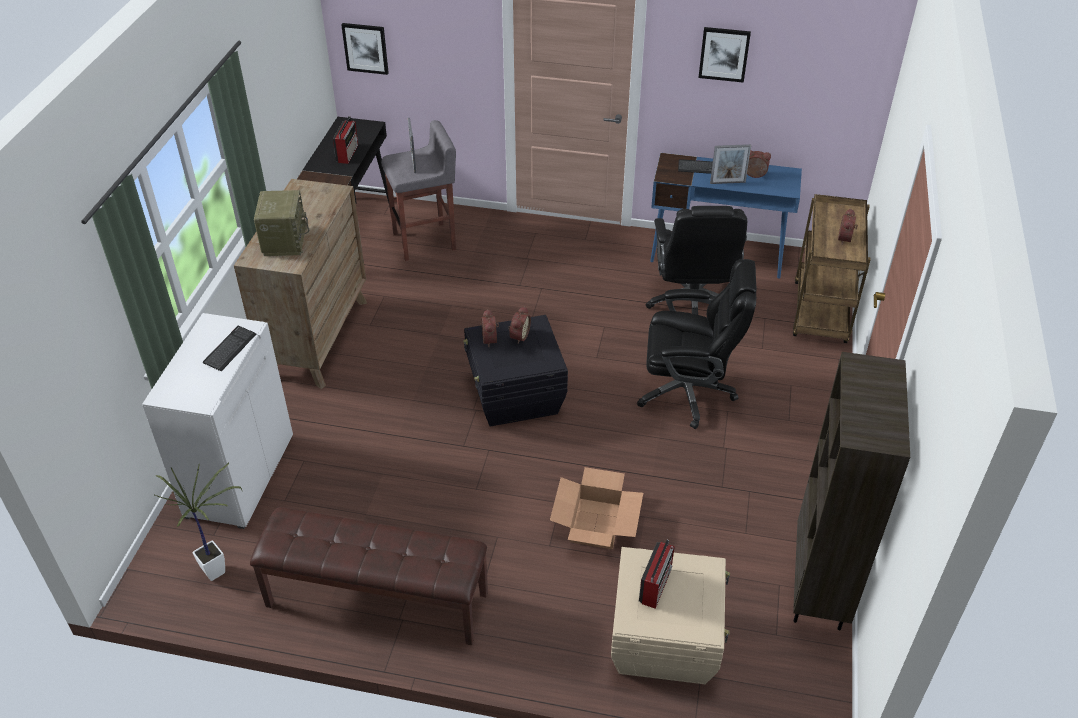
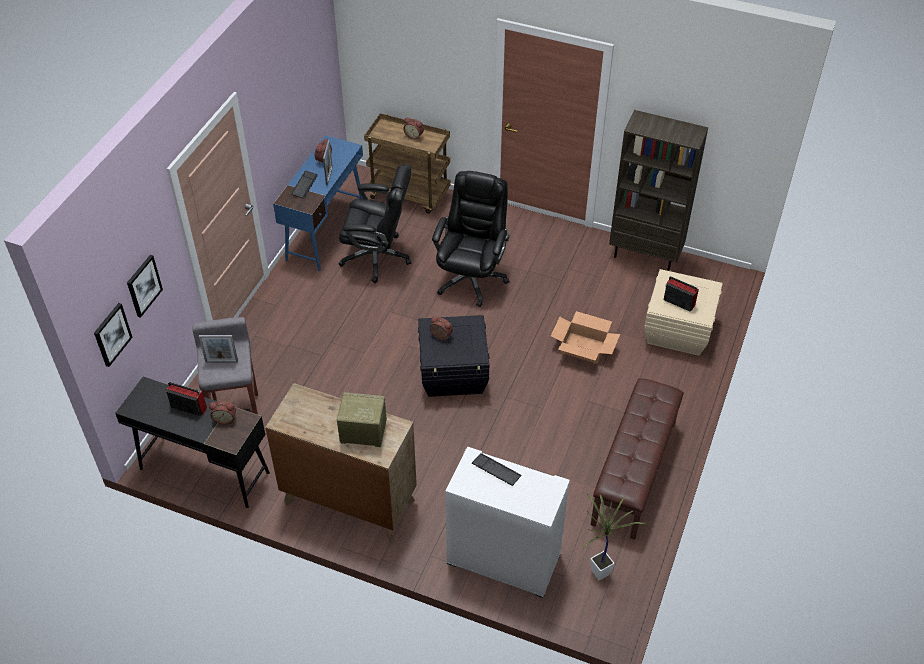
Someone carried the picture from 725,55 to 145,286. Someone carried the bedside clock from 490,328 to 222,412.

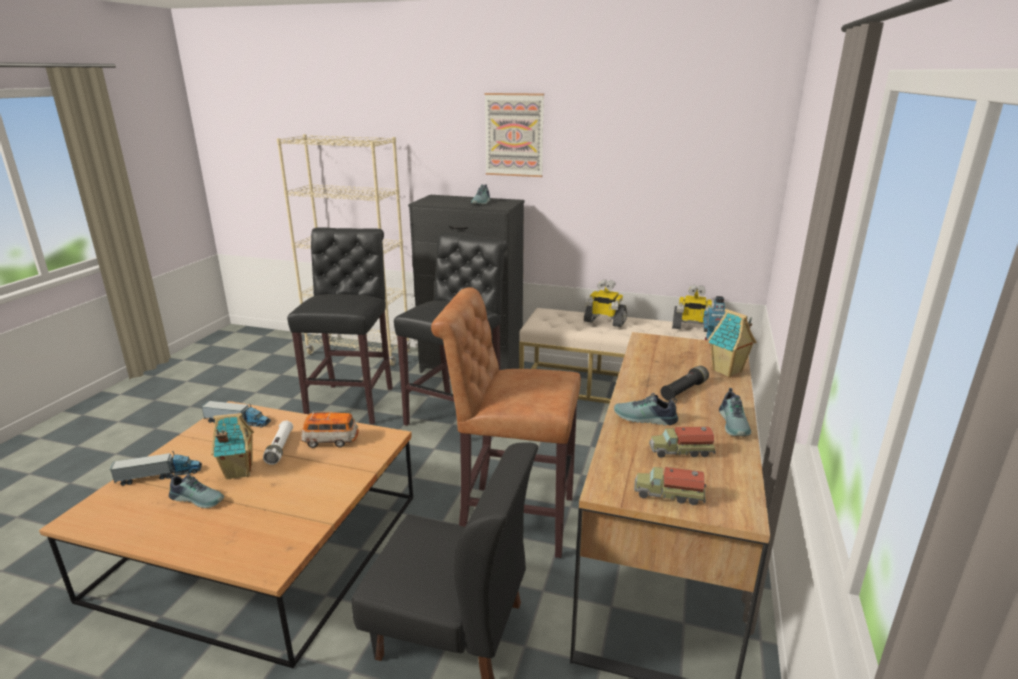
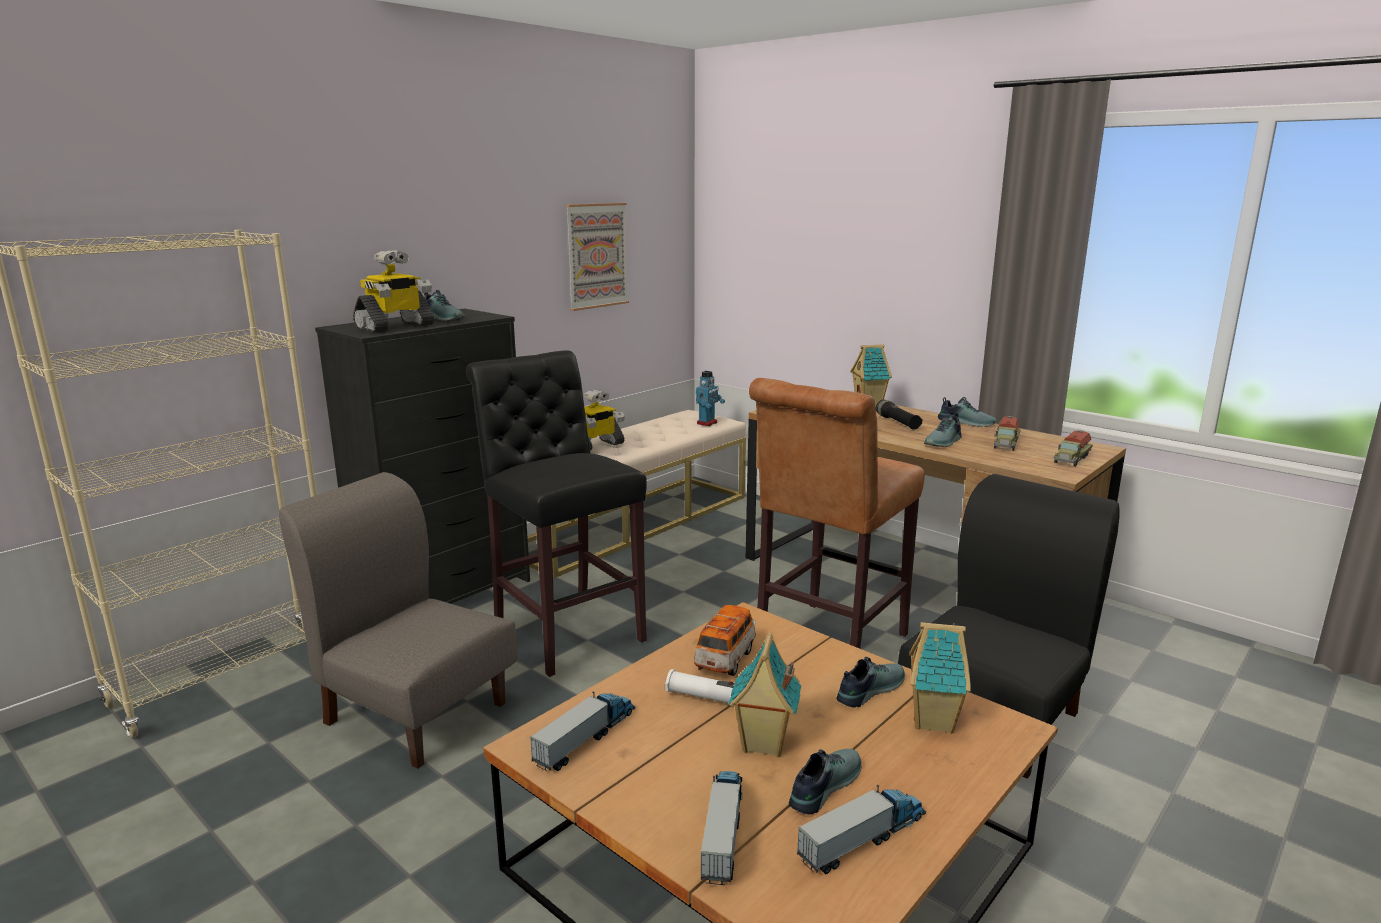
Someone swapped the sitting stool/blackish at 340,326 for the upright chair/gray at 398,620. Someone carried the robot figure from 692,308 to 394,291. Someone carried the picture from 514,135 to 597,257. Someone put down the toy lorry at 861,829. Someone put down the item of footwear at 870,682. Someone put down the toy house at 940,677.

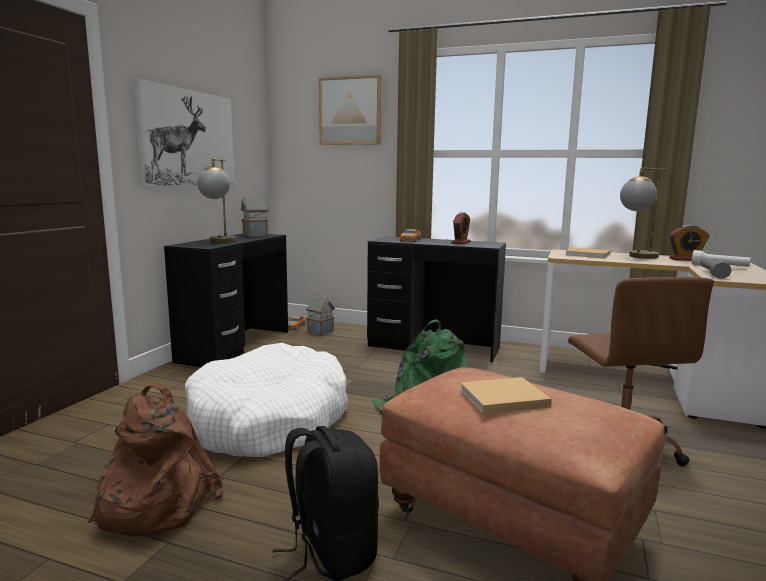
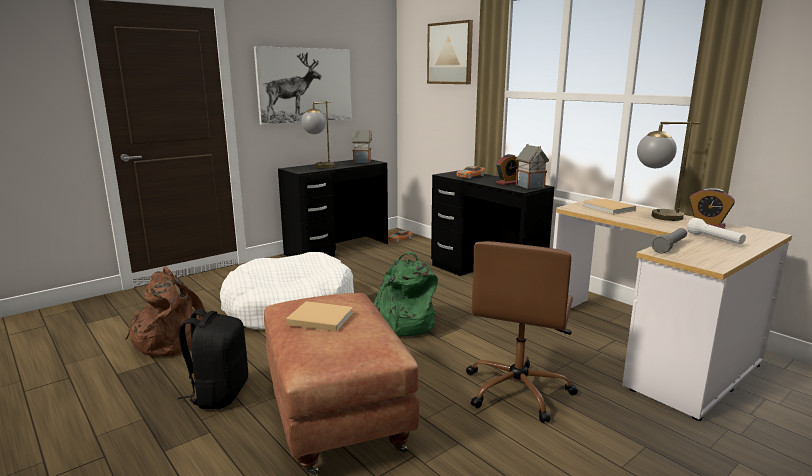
Someone carried the toy house from 320,315 to 532,166.

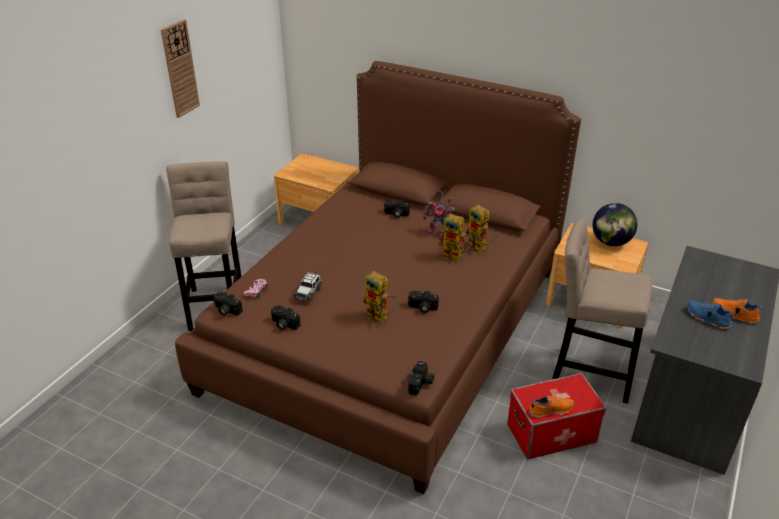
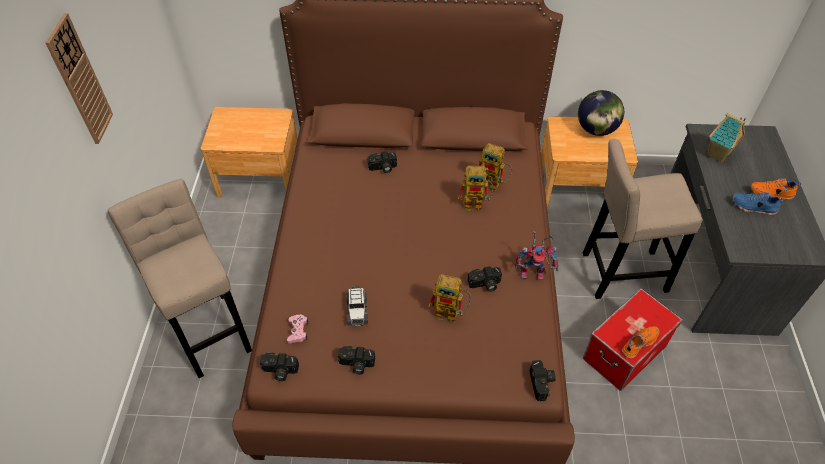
Someone carried the robot figure from 438,213 to 537,255. Someone put down the toy house at 726,138.

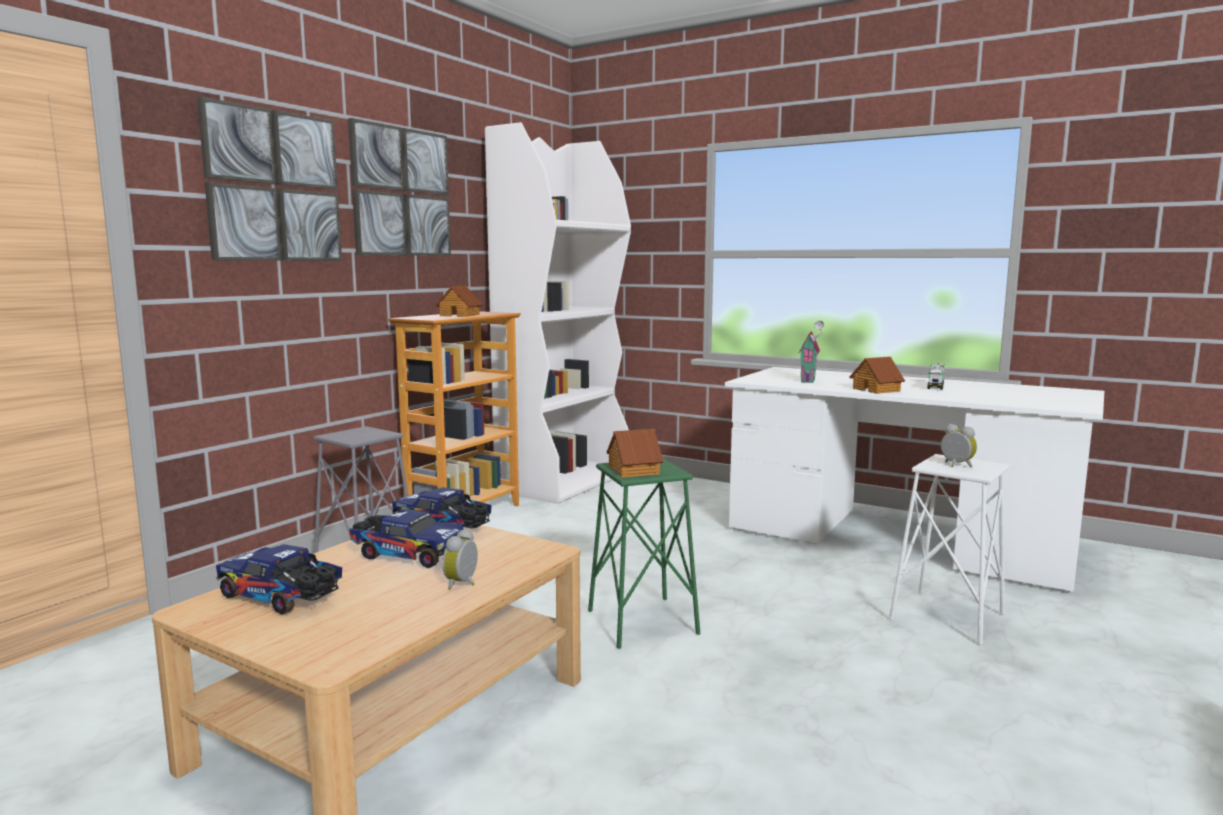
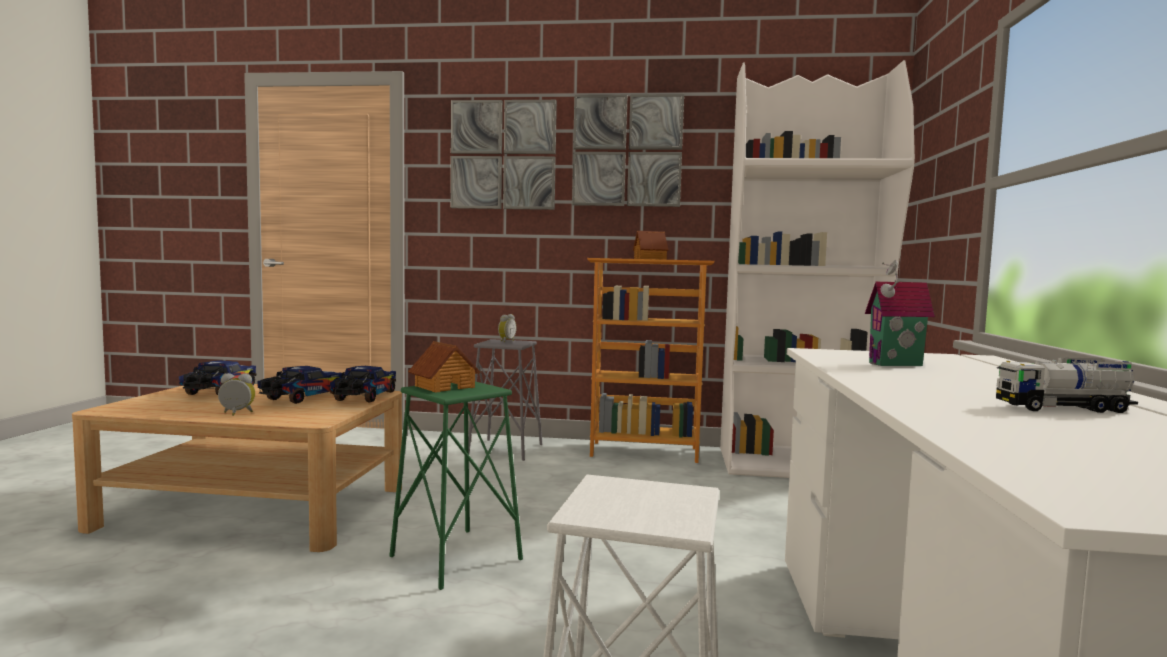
Someone rotated the toy lorry at 406,538 by 150 degrees counterclockwise. Someone carried the bedside clock from 959,445 to 507,328. Someone took away the toy house at 877,375.

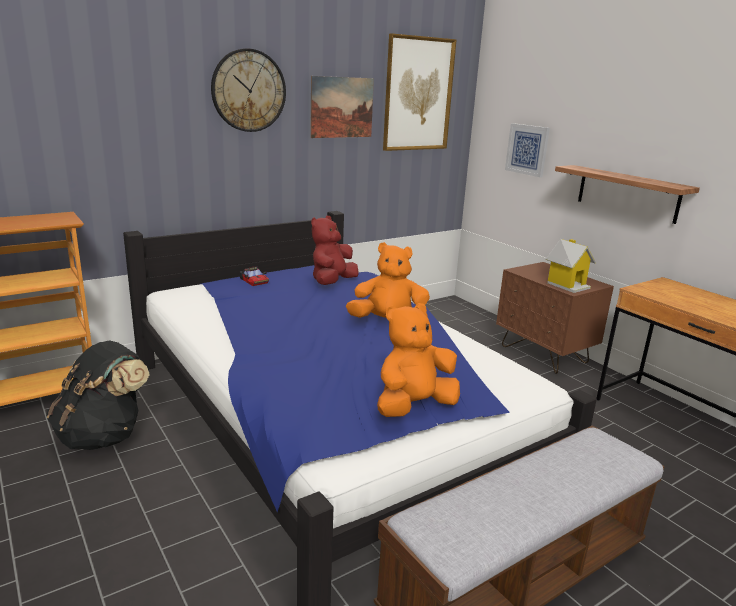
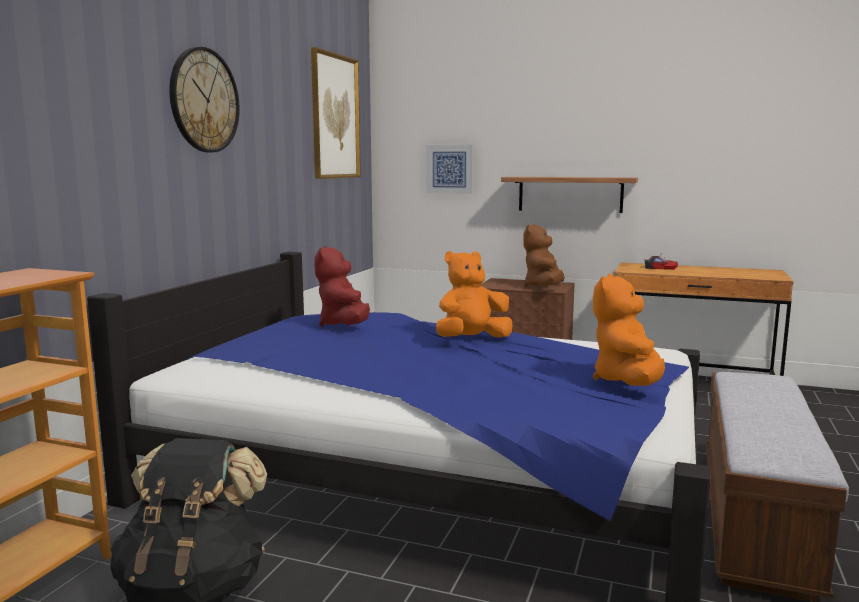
Someone swapped the toy house at 571,266 for the soft toy/brown at 544,255. Someone carried the model car from 254,276 to 661,263. Someone took away the picture at 342,107.

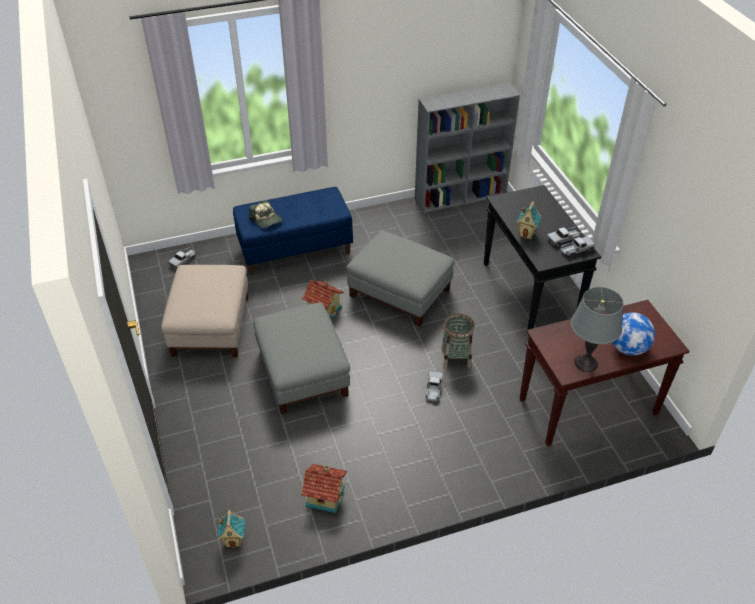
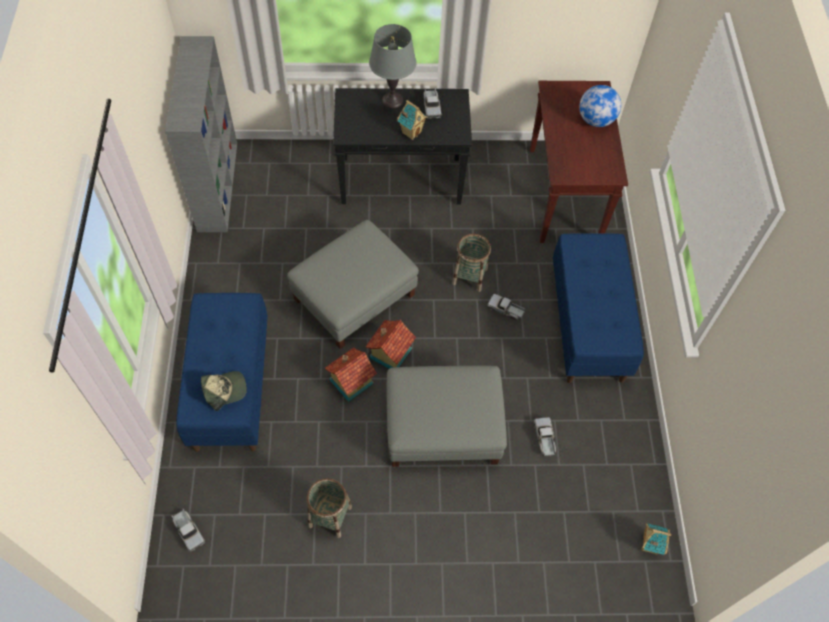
Someone swapped the pouffe/beige-coloured at 204,311 for the basket at 329,508. Someone carried the toy house from 324,488 to 391,344. Someone carried the tabletop lamp/gray from 597,329 to 392,66. Someone carried the toy lorry from 577,247 to 545,436. Someone put down the indoor bench/blue-coloured at 598,308.

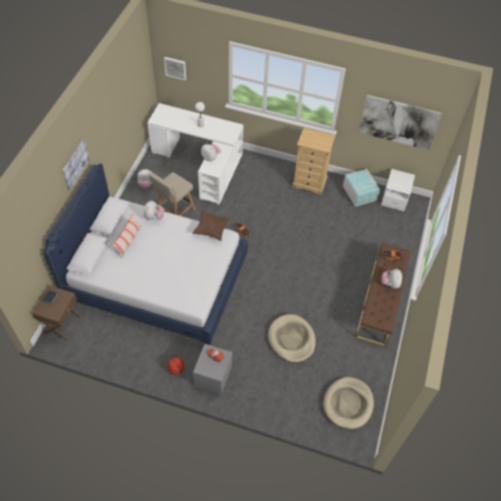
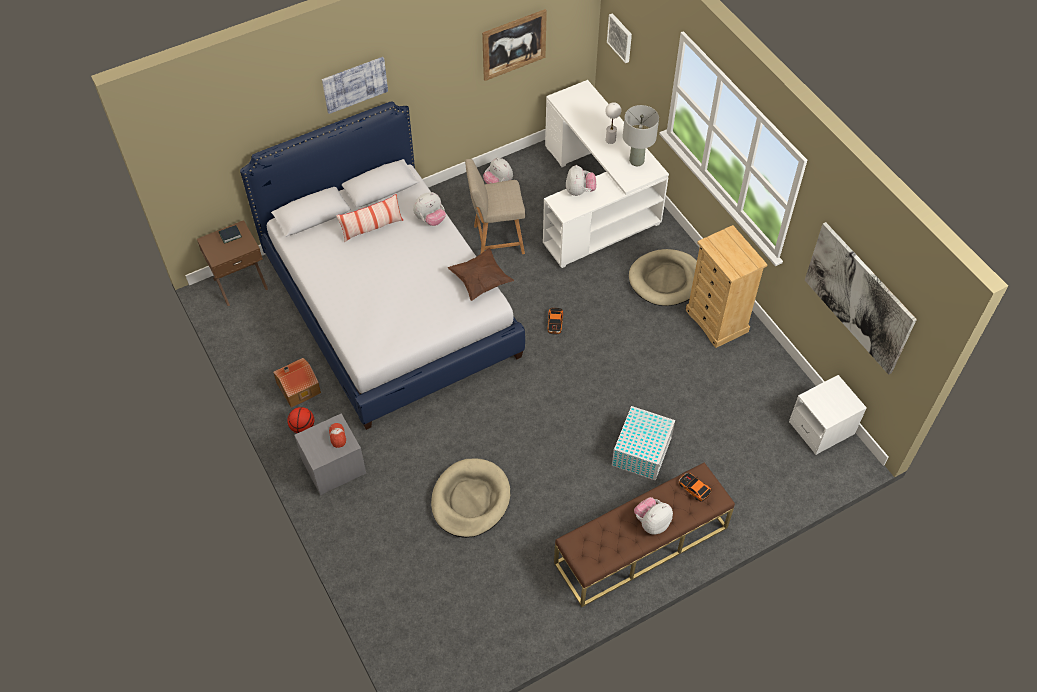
Someone put down the toy house at 297,382. Someone put up the picture at 514,45. Someone carried the storage container/whitish from 361,188 to 643,443. Someone put down the tabletop lamp/gray at 641,135. Someone carried the dog cushion/beige-coloured from 348,403 to 663,277.

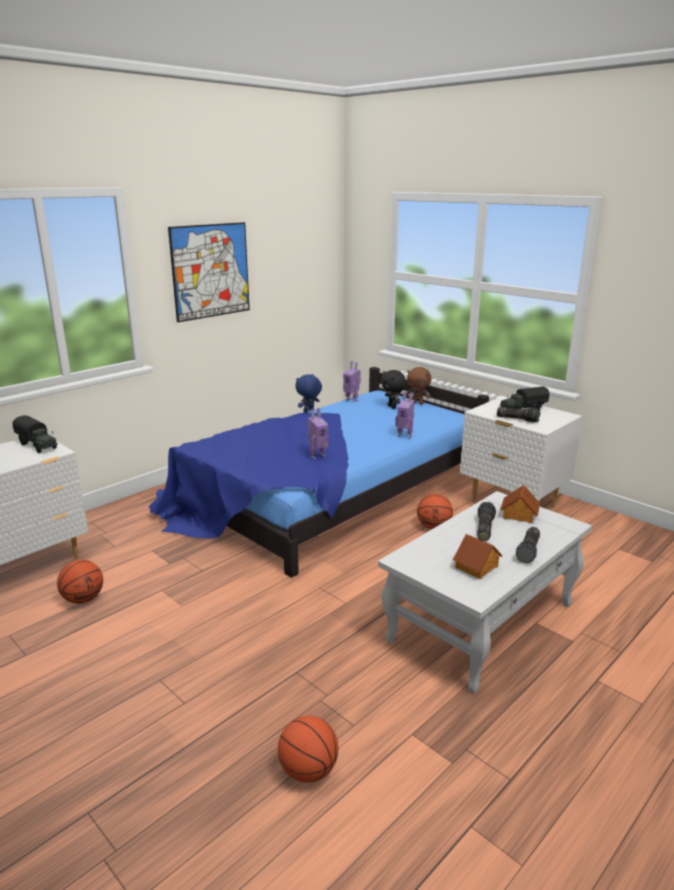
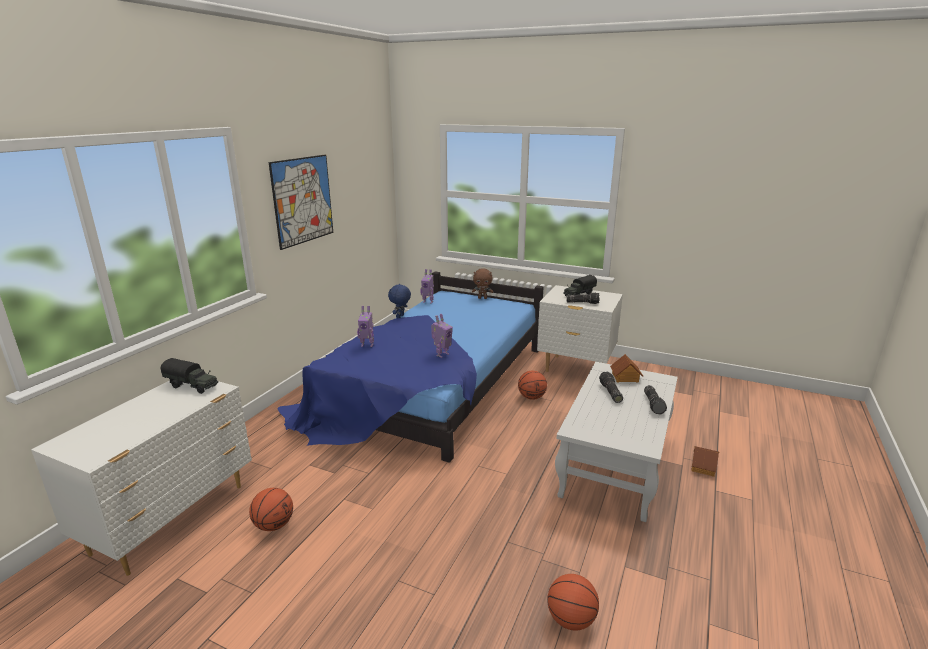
Someone carried the robot figure from 404,415 to 365,326. Someone carried the toy house from 478,556 to 705,461. Someone took away the soft toy/blackish at 393,389.

